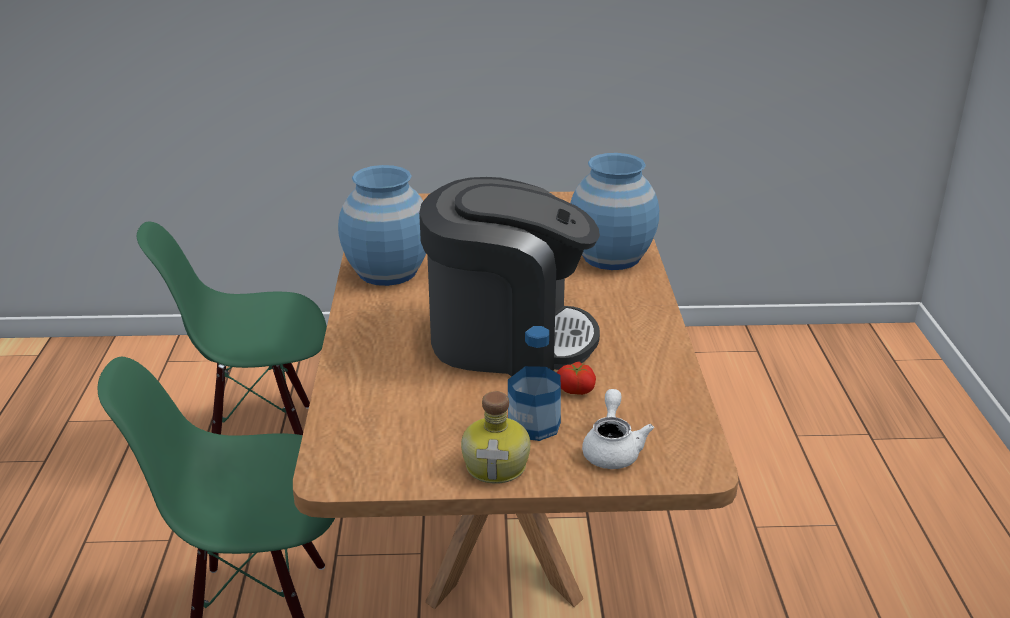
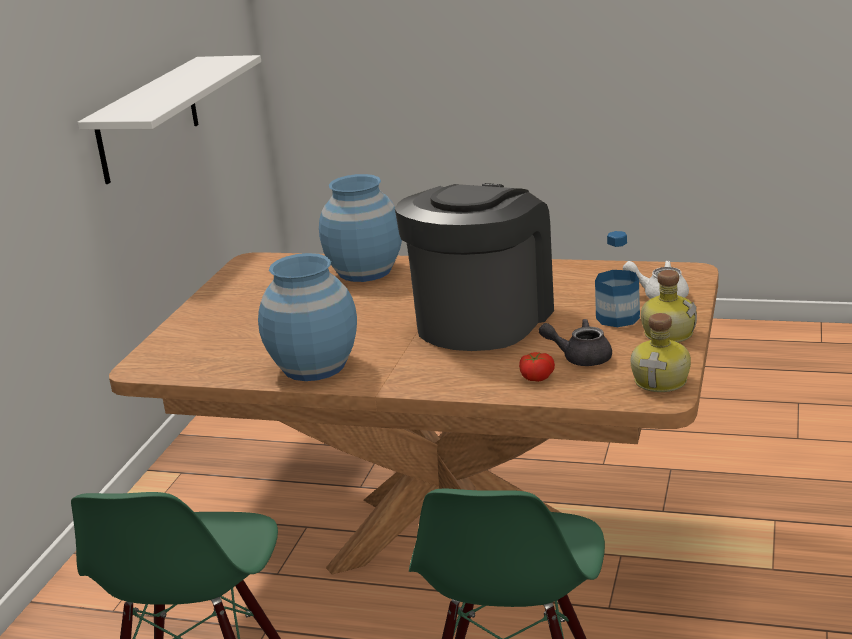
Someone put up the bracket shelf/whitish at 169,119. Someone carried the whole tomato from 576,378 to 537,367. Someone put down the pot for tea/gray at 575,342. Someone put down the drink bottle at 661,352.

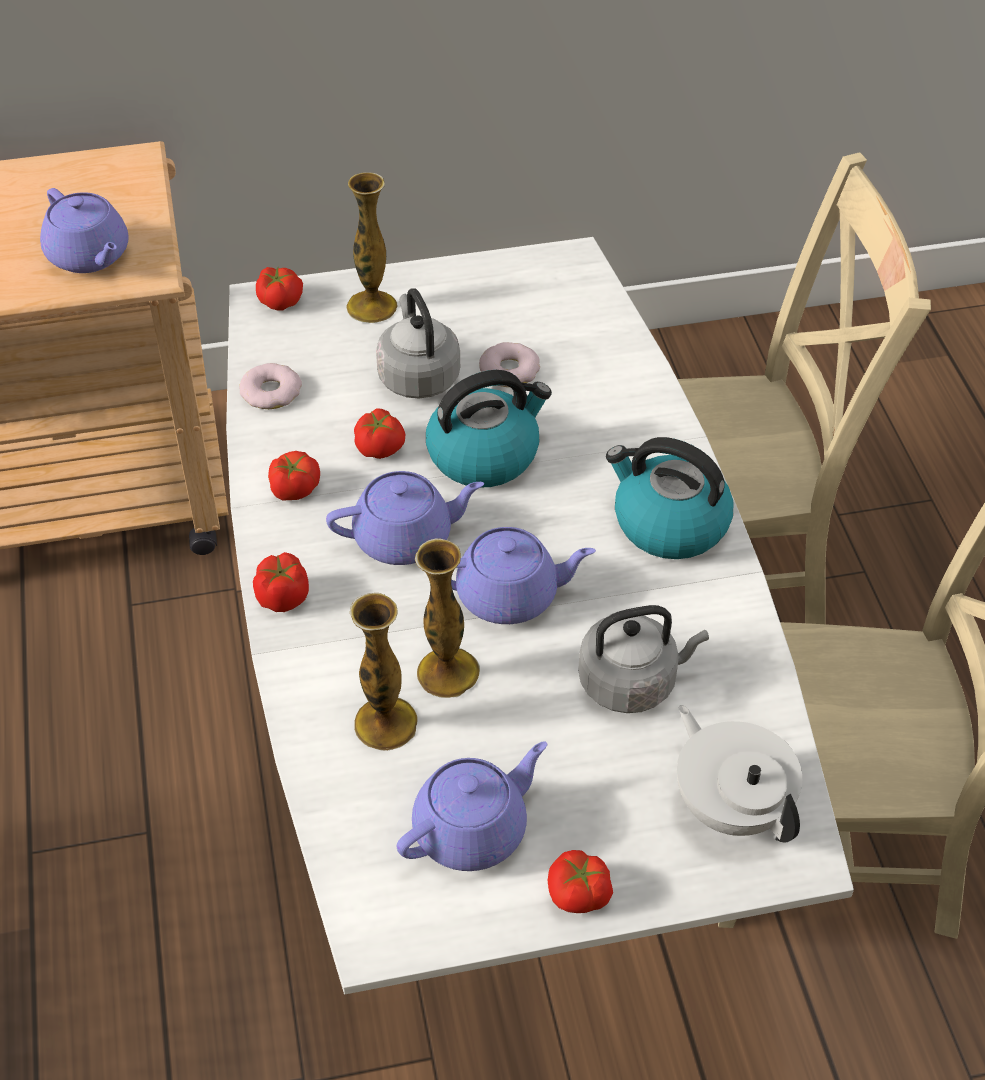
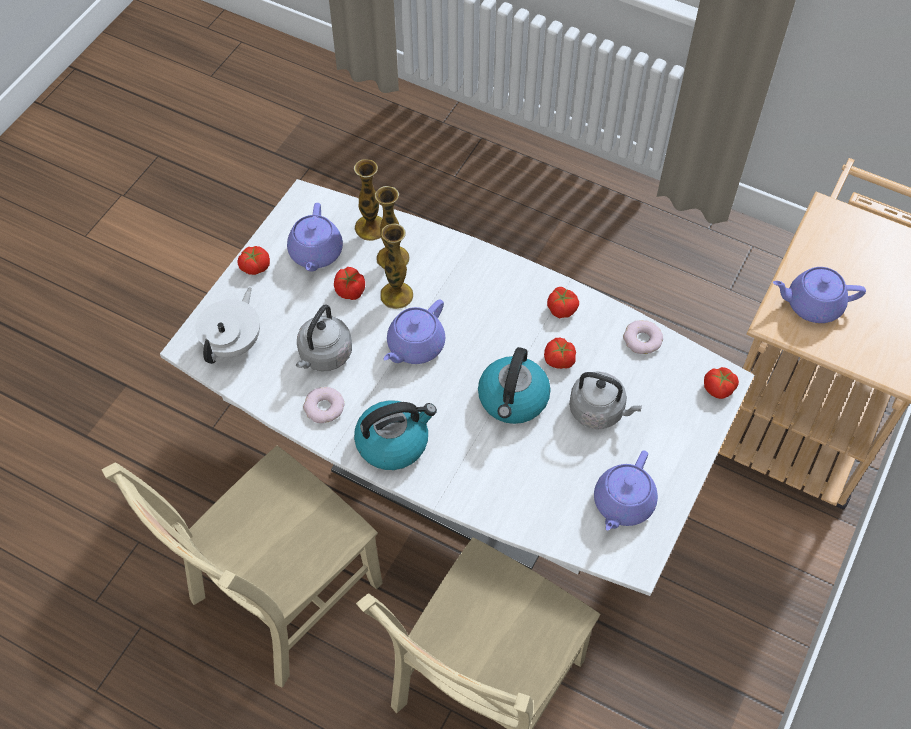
Someone rotated the pot for tea/whitish at 739,774 by 75 degrees counterclockwise. Someone carried the donut from 509,364 to 324,405. Someone carried the whole tomato from 281,582 to 349,283. Someone carried the vase from 372,247 to 368,200. Someone carried the pot for tea/purple from 405,518 to 626,490.

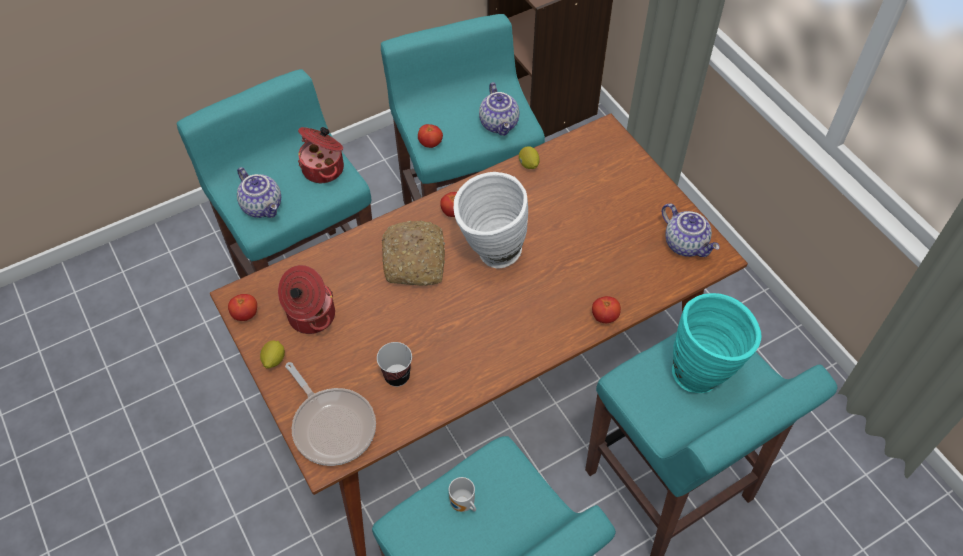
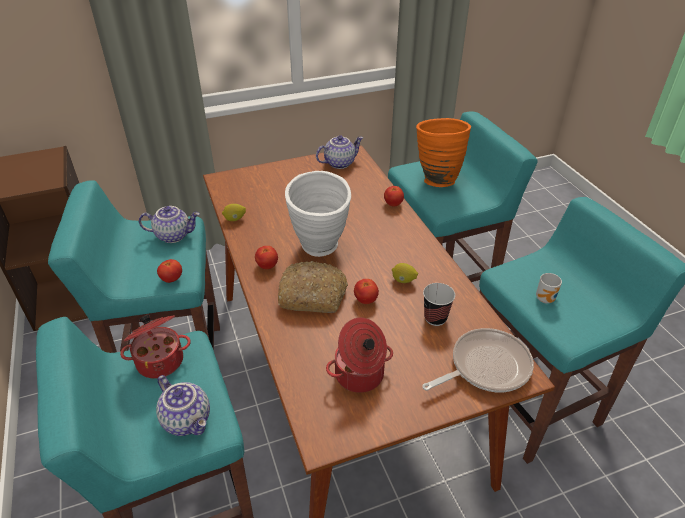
Someone rotated the pot for tea at 259,192 by 75 degrees clockwise. Someone carried the whole tomato from 242,307 to 366,291. Someone carried the whole lemon from 272,354 to 405,273. Someone repainted the vase/turquoise-coloured at 716,343, which became the vase/orange at 443,152.

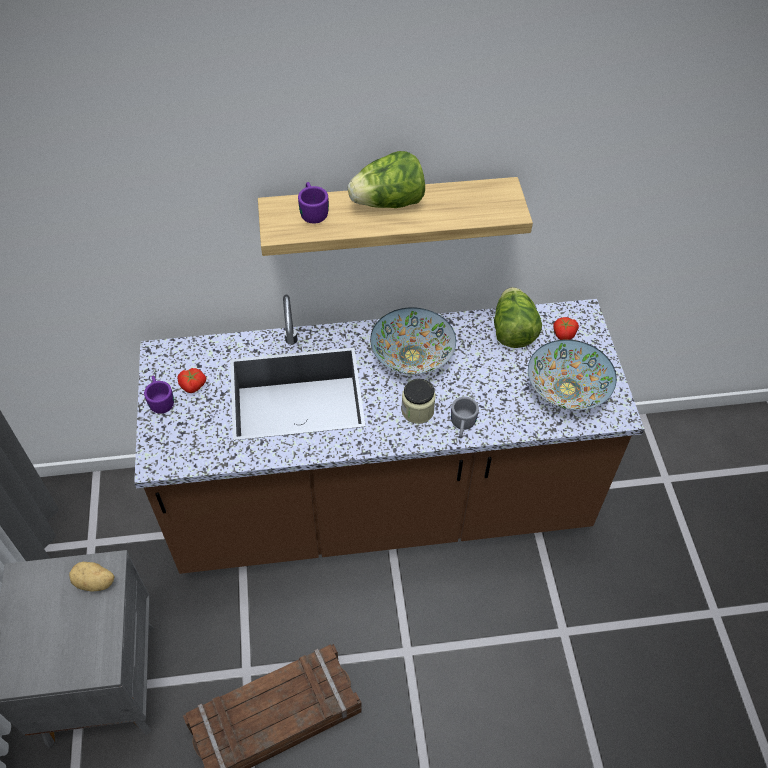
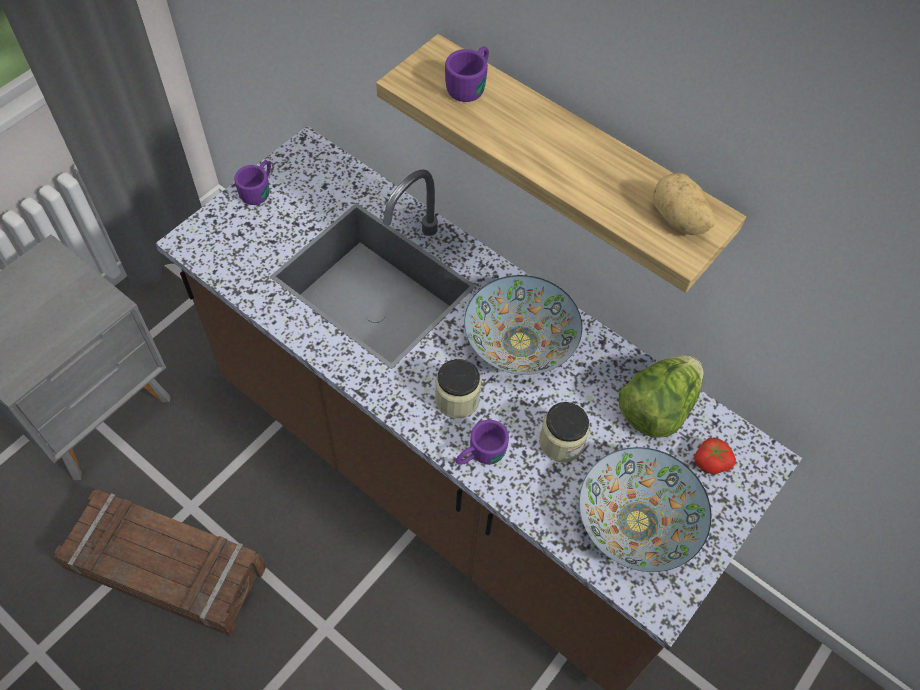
Someone repainted the tea mug/gray at 465,417, which became the tea mug/purple at 482,442. Someone put down the storage jar at 564,432. Someone carried the whole potato from 92,577 to 684,204. Someone took away the whole tomato at 192,380. Someone took away the head of lettuce at 386,179.

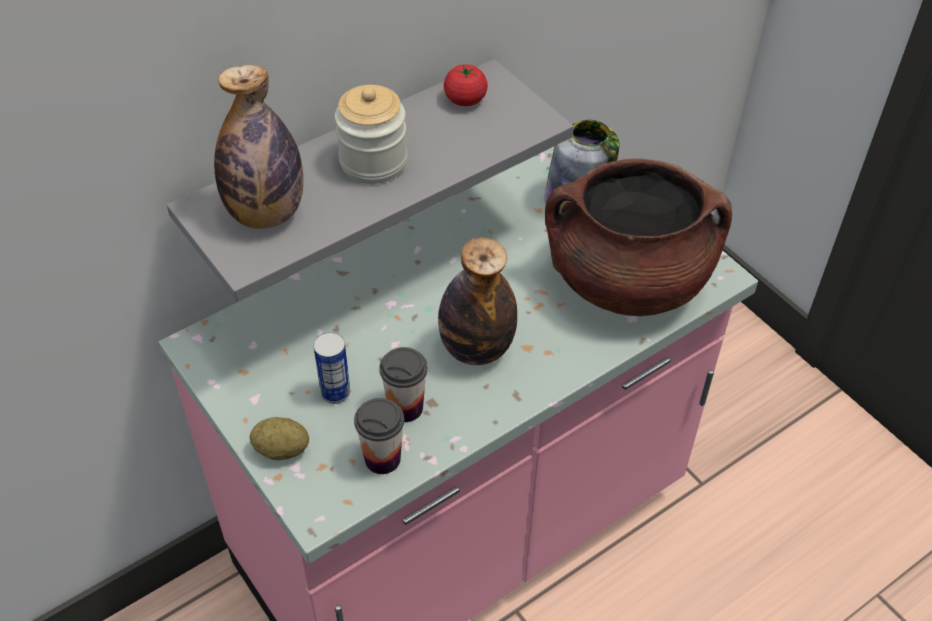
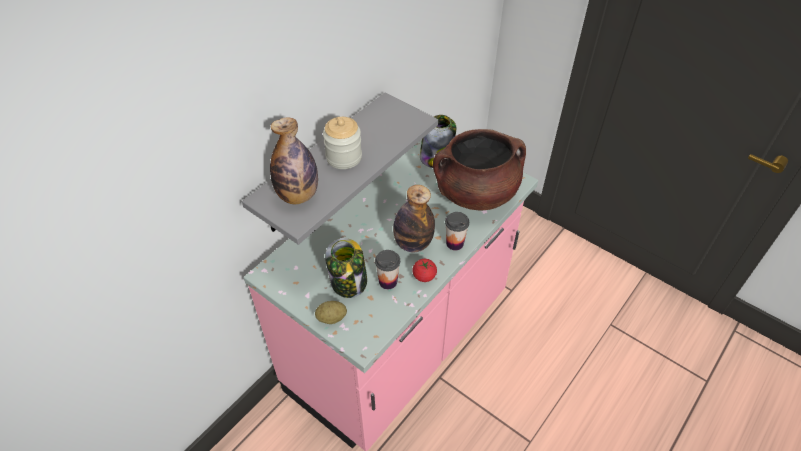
Someone swapped the sealed can at 331,368 for the storage jar at 346,268. Someone carried the whole tomato from 466,85 to 424,270. Someone carried the small cup from 379,436 to 457,231.

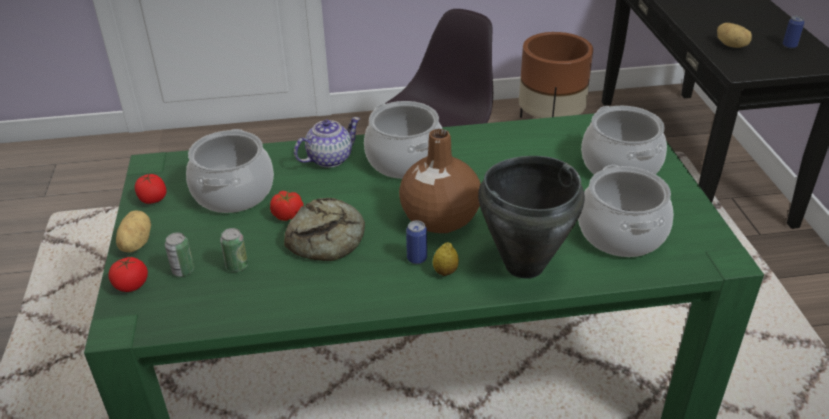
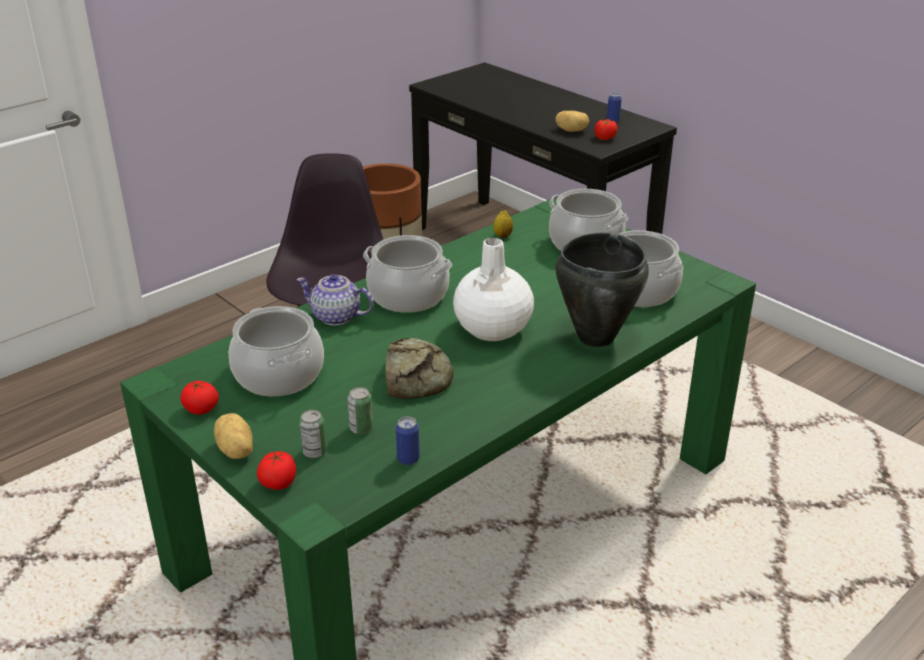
Someone rotated the pot for tea at 327,142 by 90 degrees counterclockwise. Someone carried the sealed can from 416,242 to 408,441. Someone repainted the vase/brown at 440,181, which became the vase/whitish at 493,289. Someone carried the whole lemon from 446,259 to 503,224. Someone carried the whole tomato from 287,206 to 605,129.

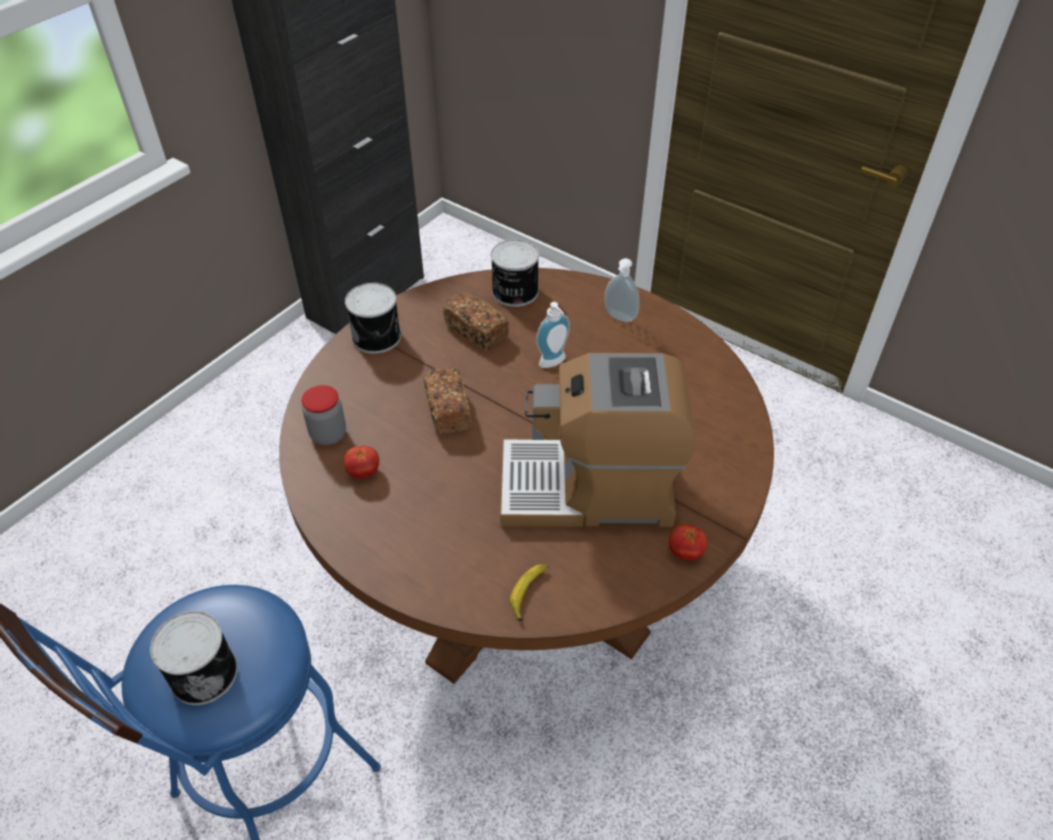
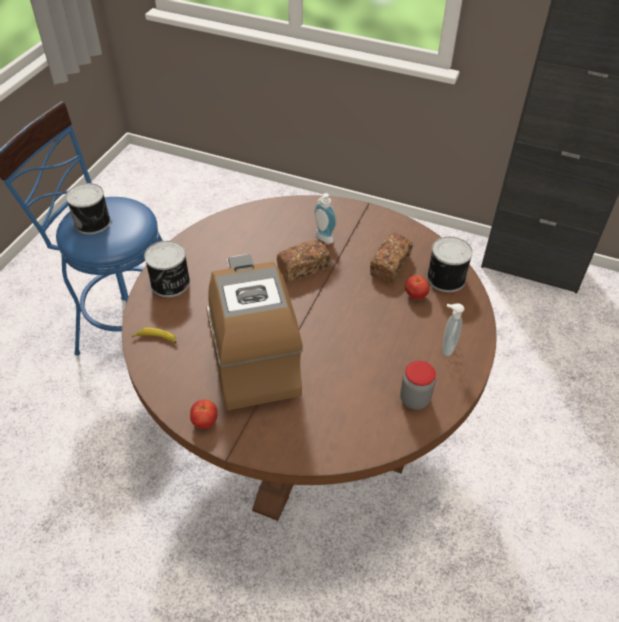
Someone carried the sealed can from 373,318 to 167,269. Someone carried the liquid soap bottle from 553,335 to 325,218. Someone carried the storage jar from 323,415 to 418,385. Someone carried the whole tomato from 361,462 to 417,287.

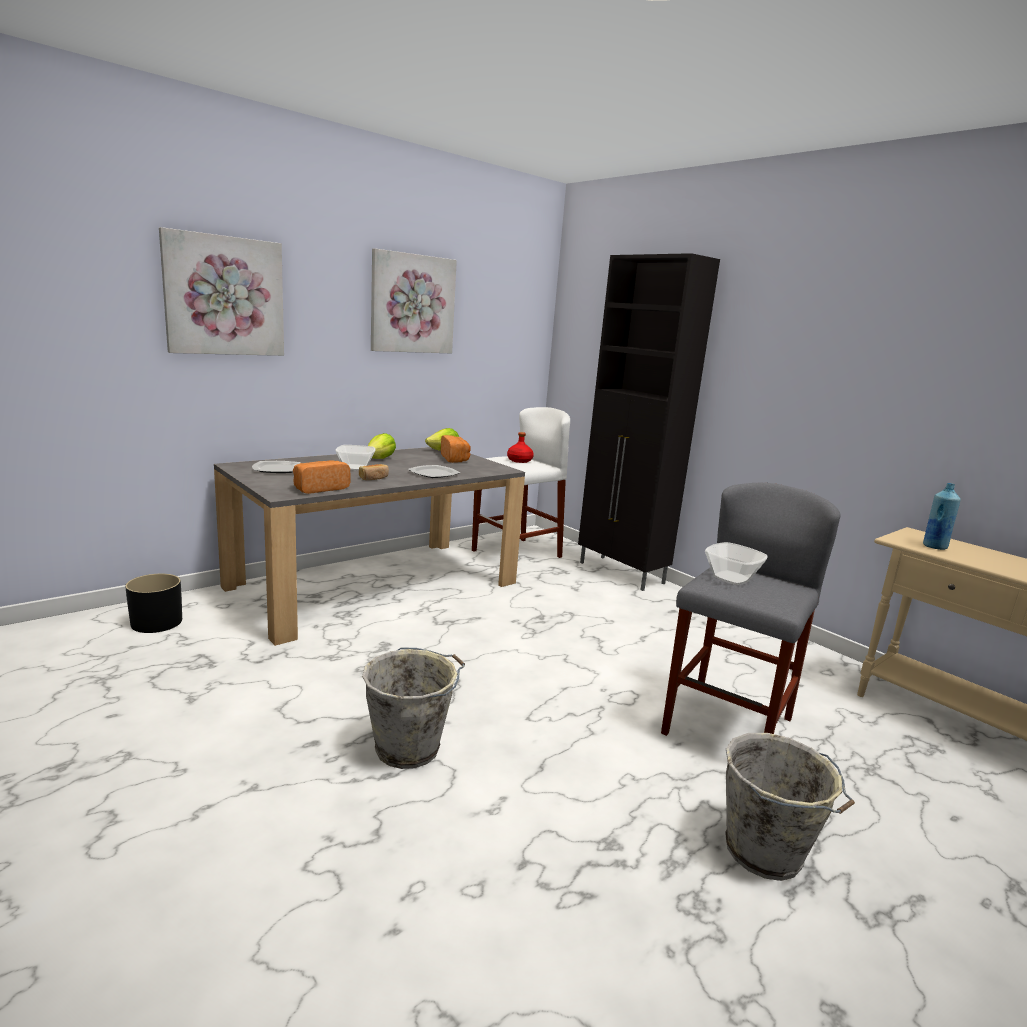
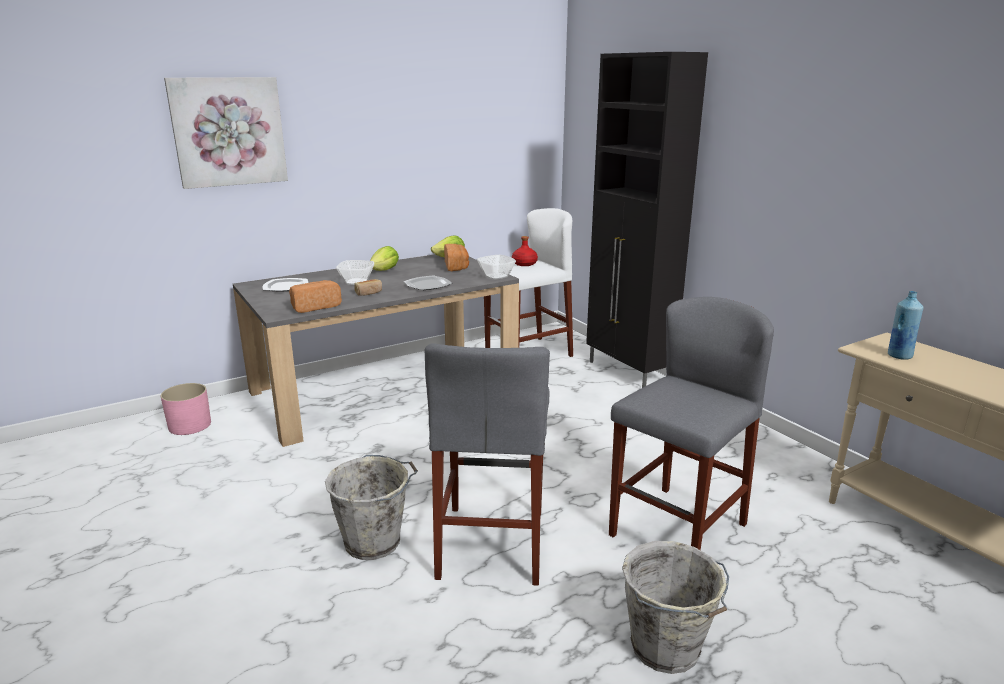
Someone repainted the plant pot/blackish at 153,603, which became the plant pot/pink-coloured at 186,409. Someone put down the sitting stool/gray at 487,465. Someone carried the bowl from 736,563 to 496,267. Someone took away the picture at 414,301.

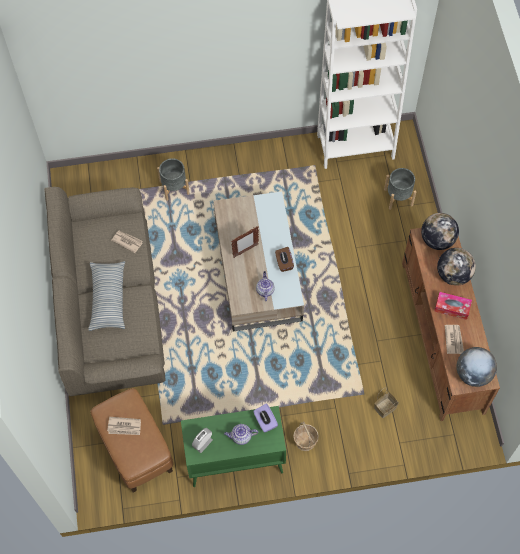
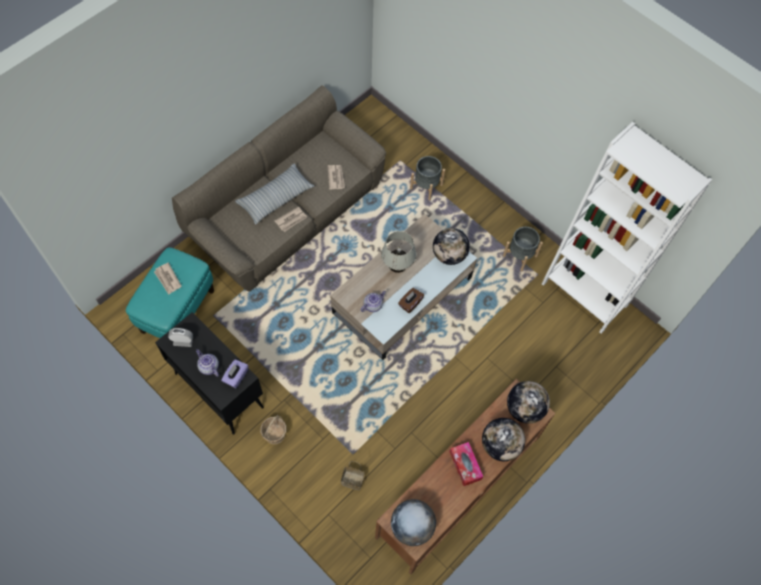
Someone repainted the pouffe/brown at 132,440, which became the pouffe/turquoise-coloured at 170,292. Someone repainted the storage cabinet/green at 233,446, which became the storage cabinet/blackish at 209,373. Someone carried the newspaper from 454,339 to 291,219. Someone swapped the standing frame at 245,242 for the tabletop lamp/whitish at 398,252. Someone put down the globe at 451,246. Someone carried the plant pot/gray from 400,189 to 523,249.

